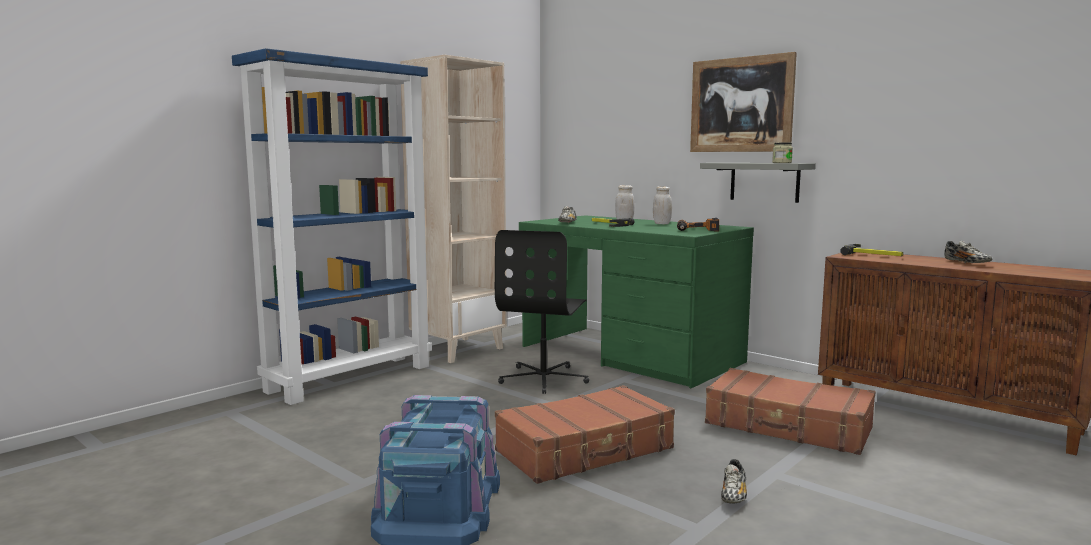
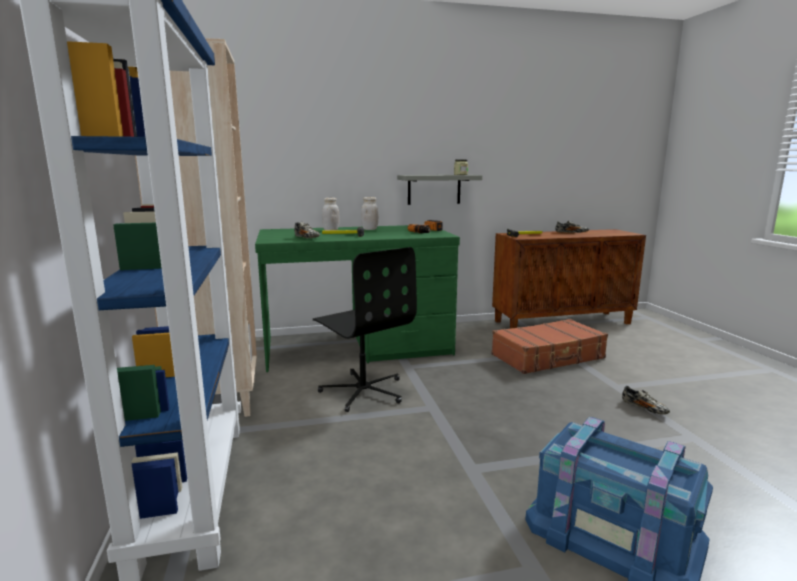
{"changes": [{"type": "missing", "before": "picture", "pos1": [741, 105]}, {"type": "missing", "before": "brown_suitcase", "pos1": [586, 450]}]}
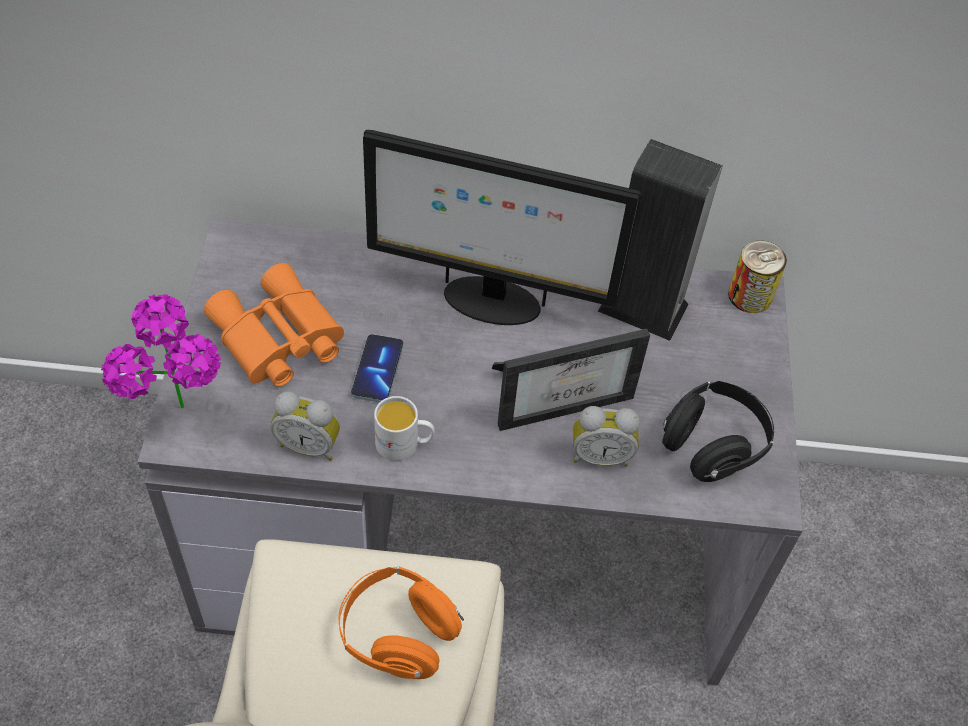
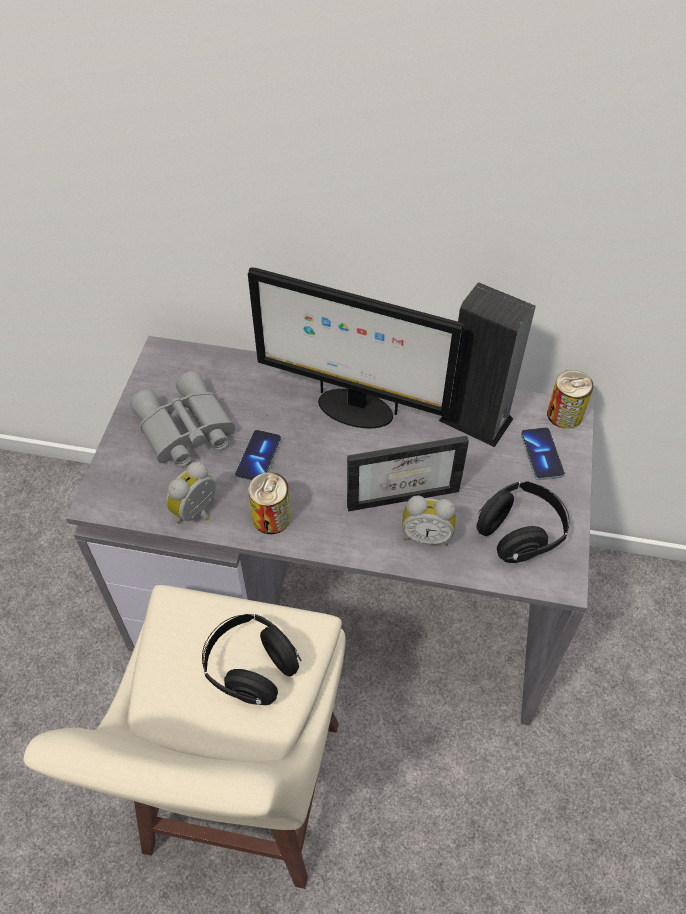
{"changes": [{"type": "colour", "before": "orange_binoculars", "after": "grey_binoculars", "pos1": [276, 340], "pos2": [184, 430]}, {"type": "missing", "before": "potted_plant", "pos1": [182, 424]}, {"type": "spun", "before": "alarm_clock", "pos1": [309, 444], "pos2": [197, 513], "turn": 105}, {"type": "exchanged", "before": "white_mug", "after": "can", "pos1": [404, 444], "pos2": [271, 517]}, {"type": "colour", "before": "orange_headphones", "after": "black_headphones", "pos1": [398, 635], "pos2": [251, 668]}, {"type": "appeared", "after": "phone", "pos2": [541, 455]}]}
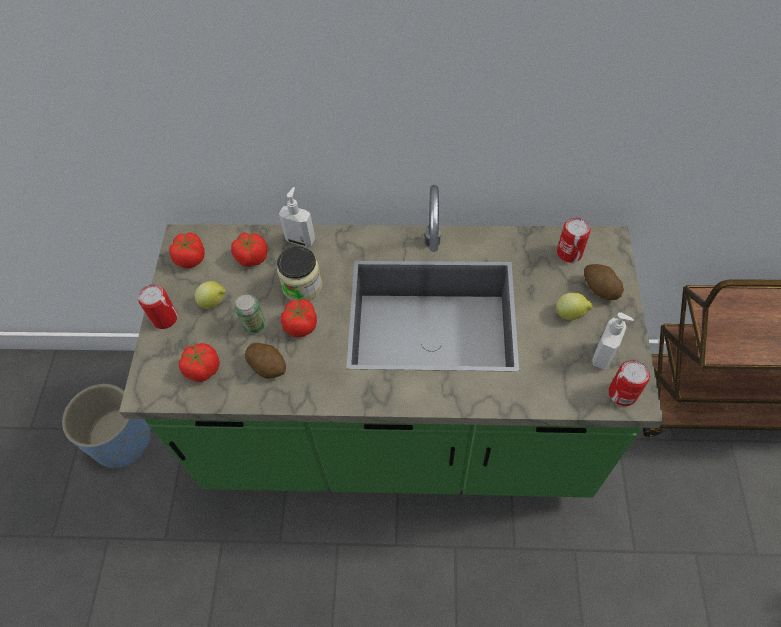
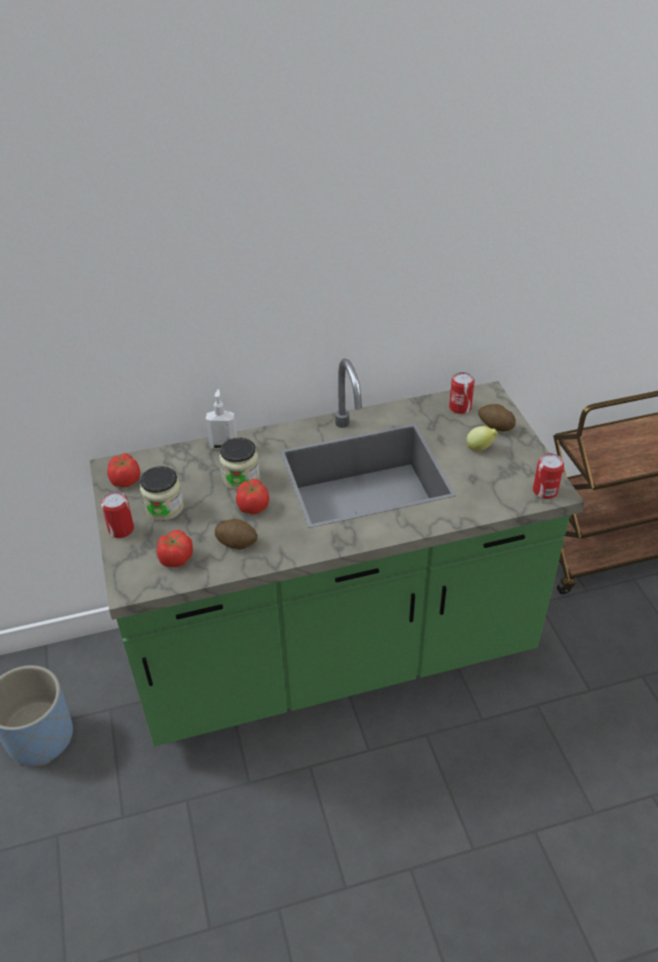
{"changes": [{"type": "missing", "before": "tomato", "pos1": [252, 257]}, {"type": "exchanged", "before": "lemon", "after": "jar", "pos1": [214, 302], "pos2": [164, 507]}, {"type": "missing", "before": "can", "pos1": [254, 325]}, {"type": "missing", "before": "soap_dispenser", "pos1": [604, 356]}]}
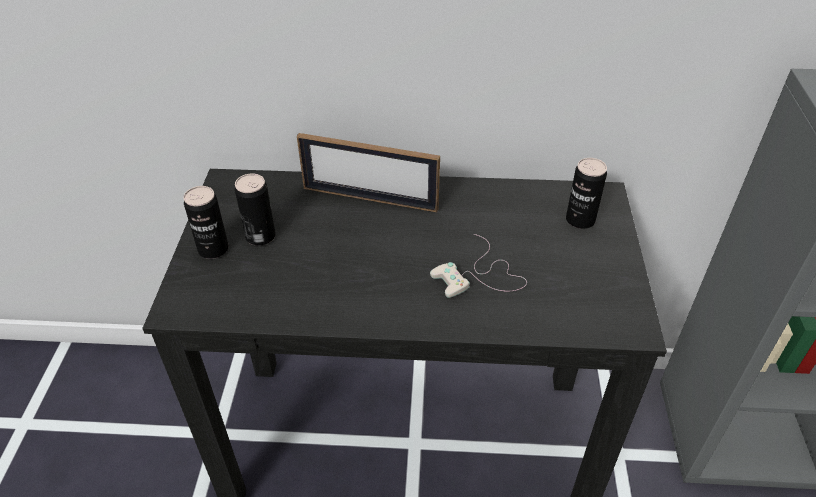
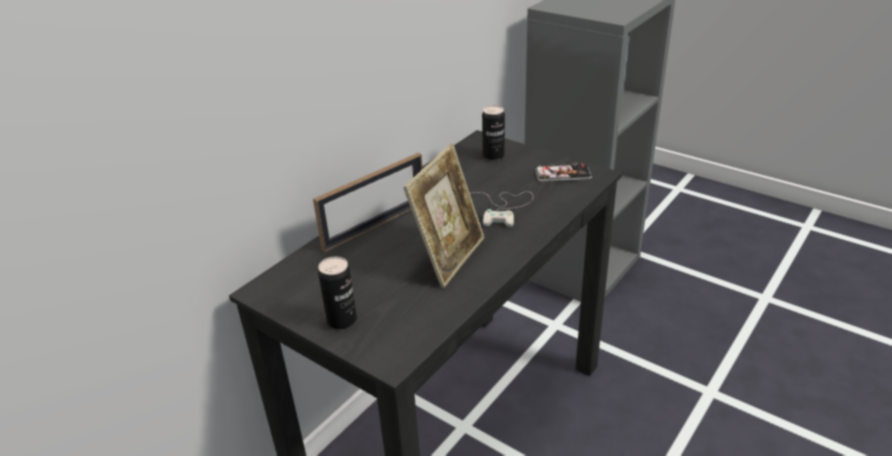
{"changes": [{"type": "missing", "before": "can", "pos1": [260, 236]}, {"type": "appeared", "after": "picture_frame", "pos2": [449, 257]}, {"type": "appeared", "after": "phone", "pos2": [563, 174]}]}
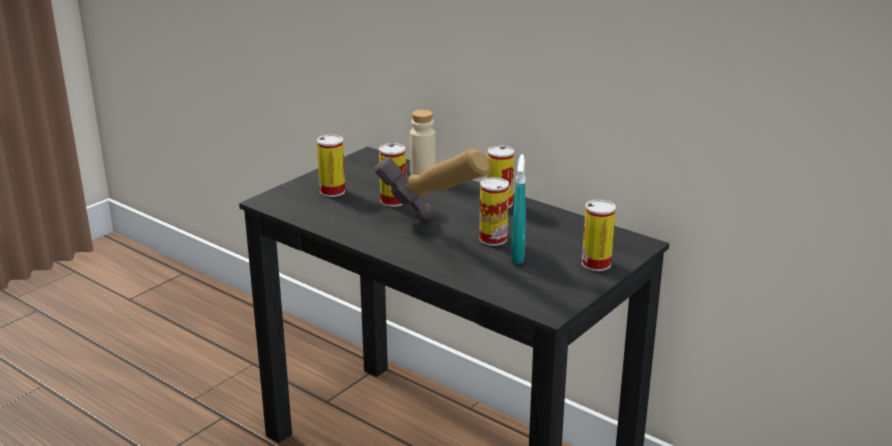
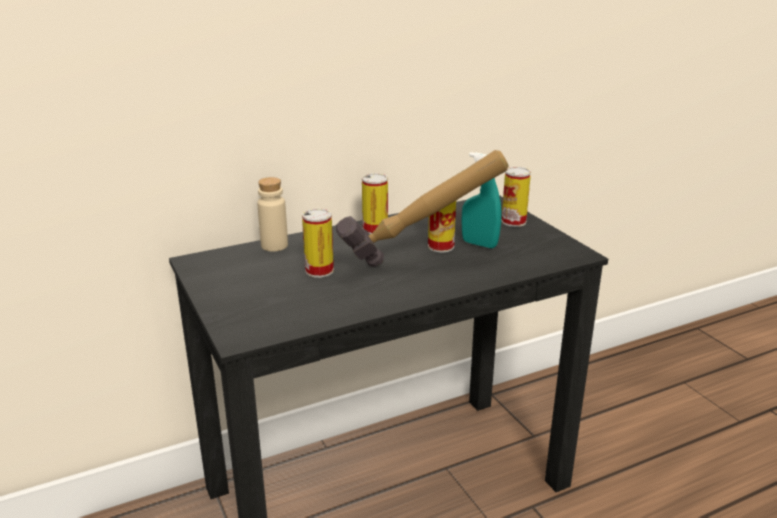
{"changes": [{"type": "missing", "before": "can", "pos1": [332, 191]}]}
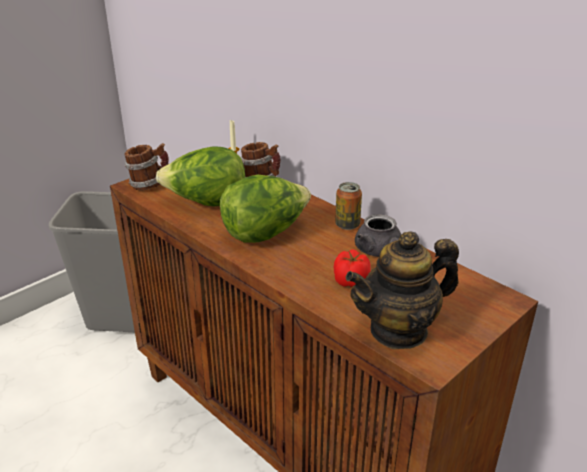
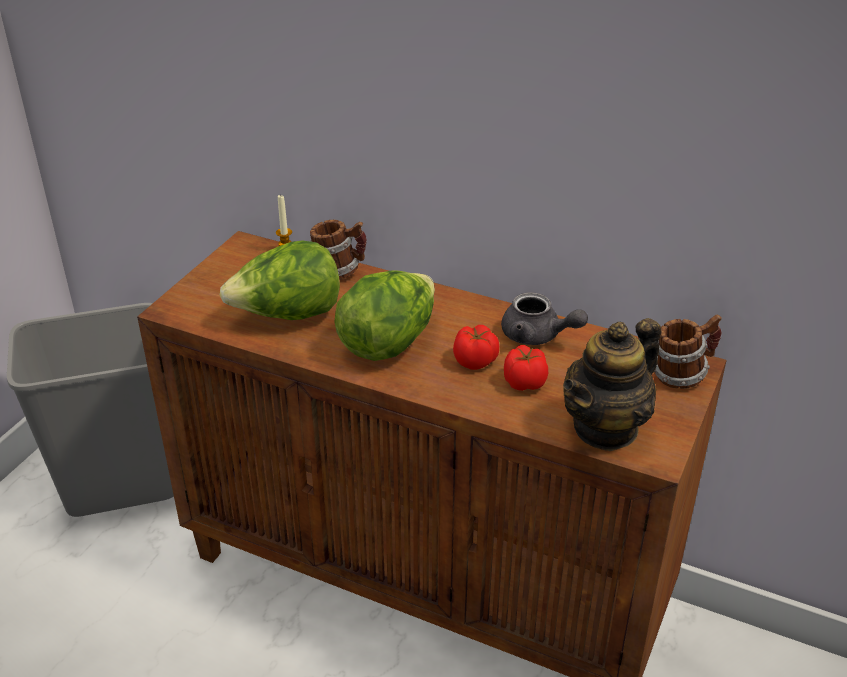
{"changes": [{"type": "relocated", "before": "mug", "pos1": [150, 185], "pos2": [681, 375]}, {"type": "missing", "before": "can", "pos1": [347, 225]}, {"type": "appeared", "after": "tomato", "pos2": [476, 361]}]}
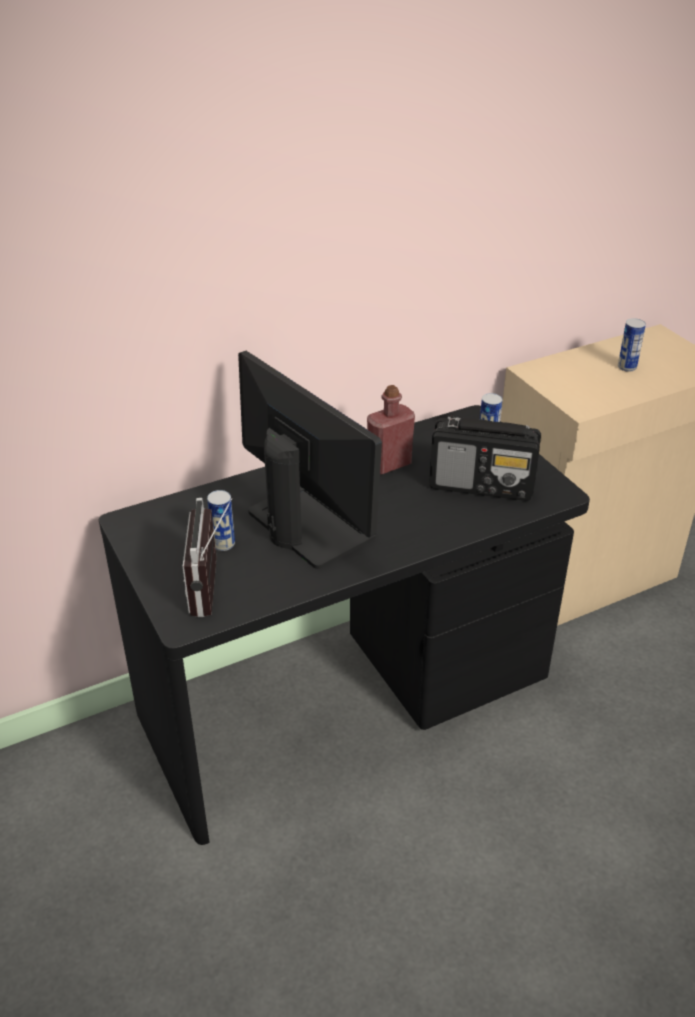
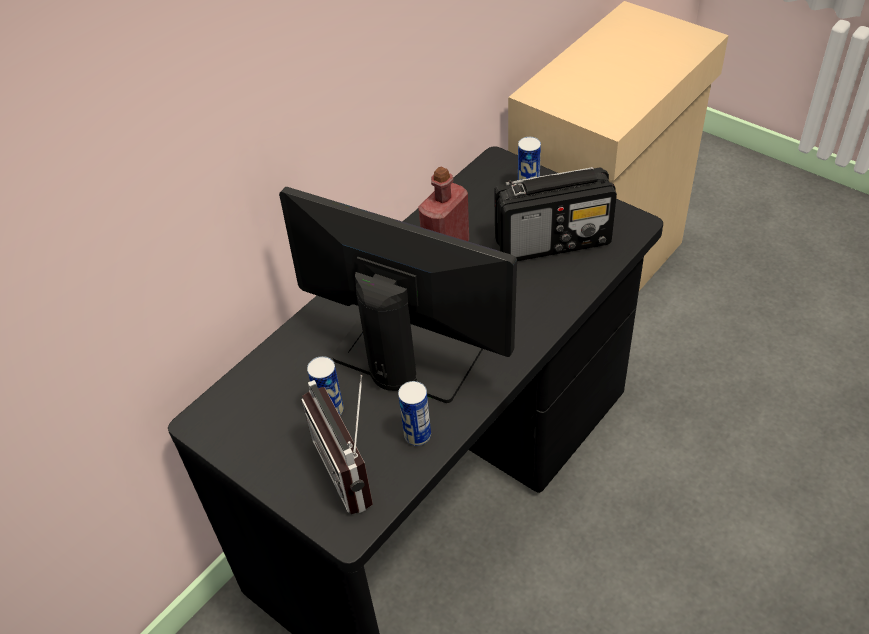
{"changes": [{"type": "relocated", "before": "can", "pos1": [627, 367], "pos2": [417, 435]}]}
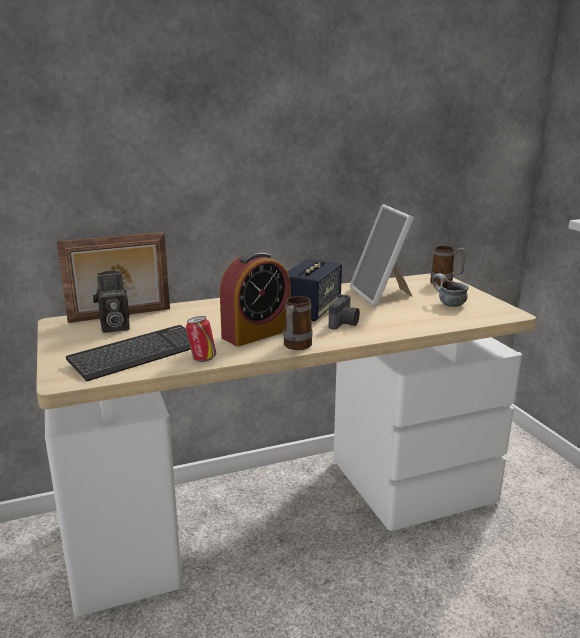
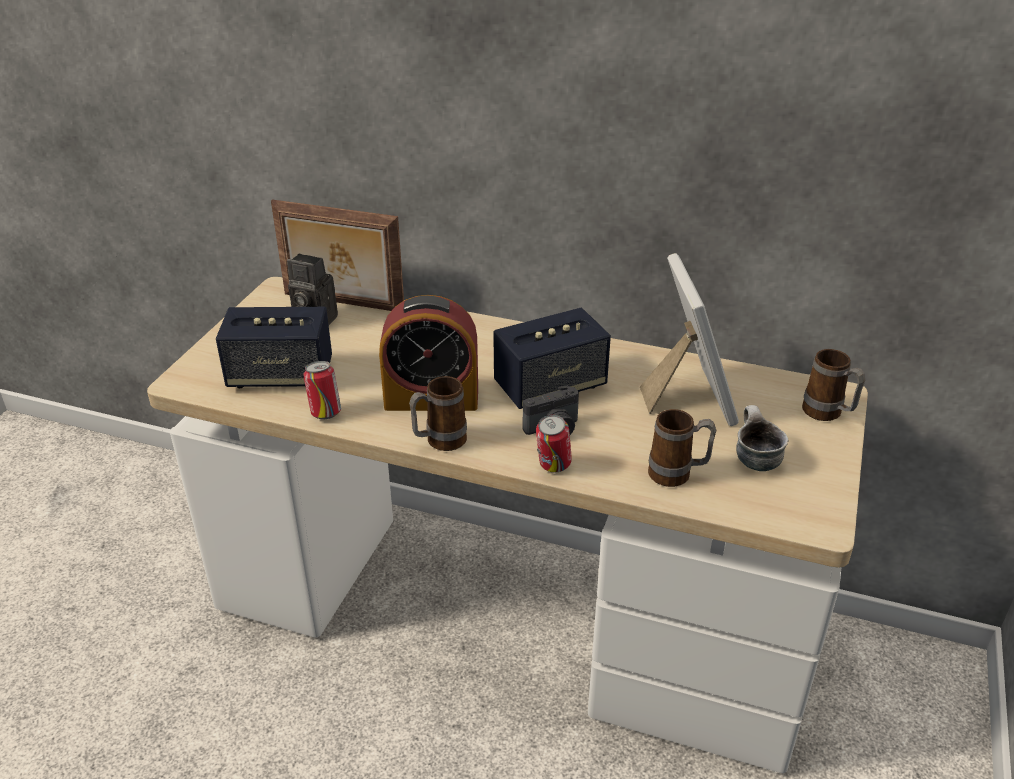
{"changes": [{"type": "spun", "before": "picture_frame", "pos1": [381, 295], "pos2": [687, 397], "turn": 150}, {"type": "exchanged", "before": "keyboard", "after": "speaker", "pos1": [137, 355], "pos2": [280, 375]}, {"type": "appeared", "after": "mug", "pos2": [678, 475]}, {"type": "appeared", "after": "can", "pos2": [553, 467]}]}
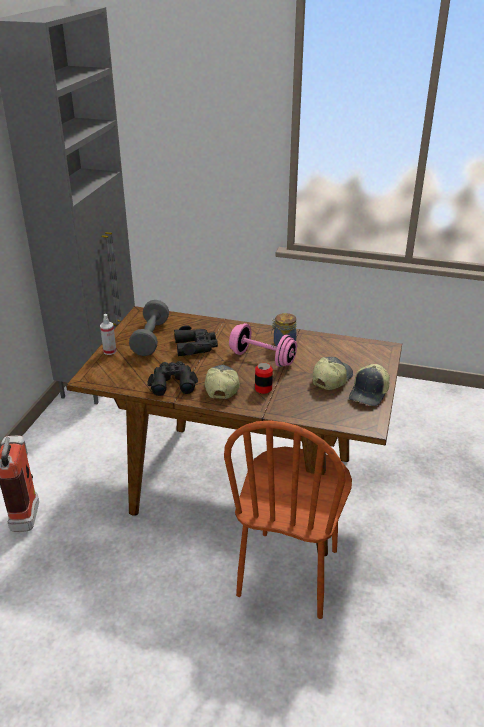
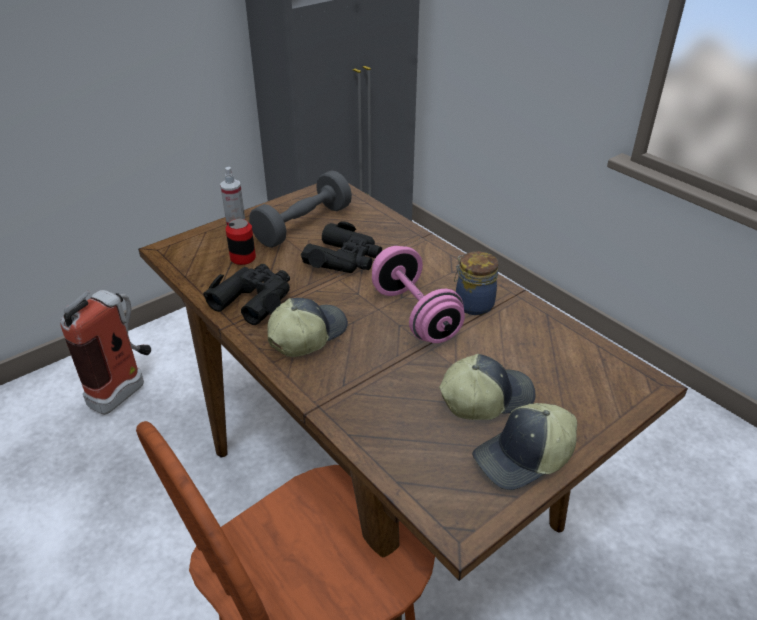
{"changes": [{"type": "relocated", "before": "can", "pos1": [263, 389], "pos2": [243, 258]}]}
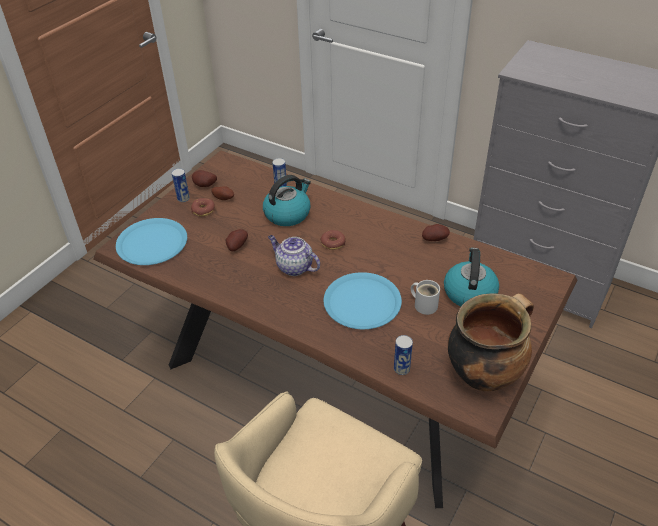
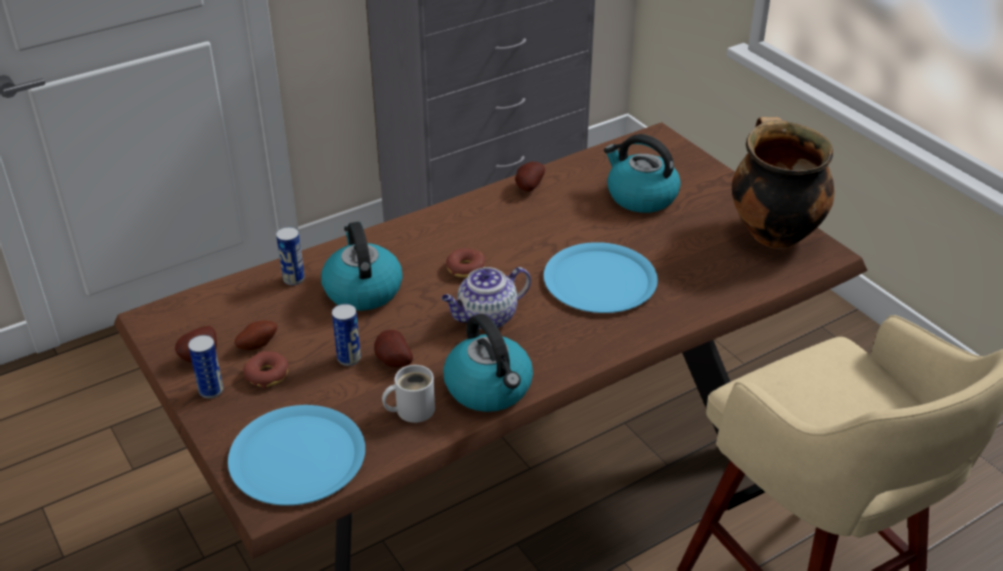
{"changes": [{"type": "relocated", "before": "white_mug", "pos1": [424, 304], "pos2": [411, 409]}, {"type": "relocated", "before": "can", "pos1": [401, 369], "pos2": [349, 358]}, {"type": "appeared", "after": "kettle", "pos2": [489, 388]}]}
